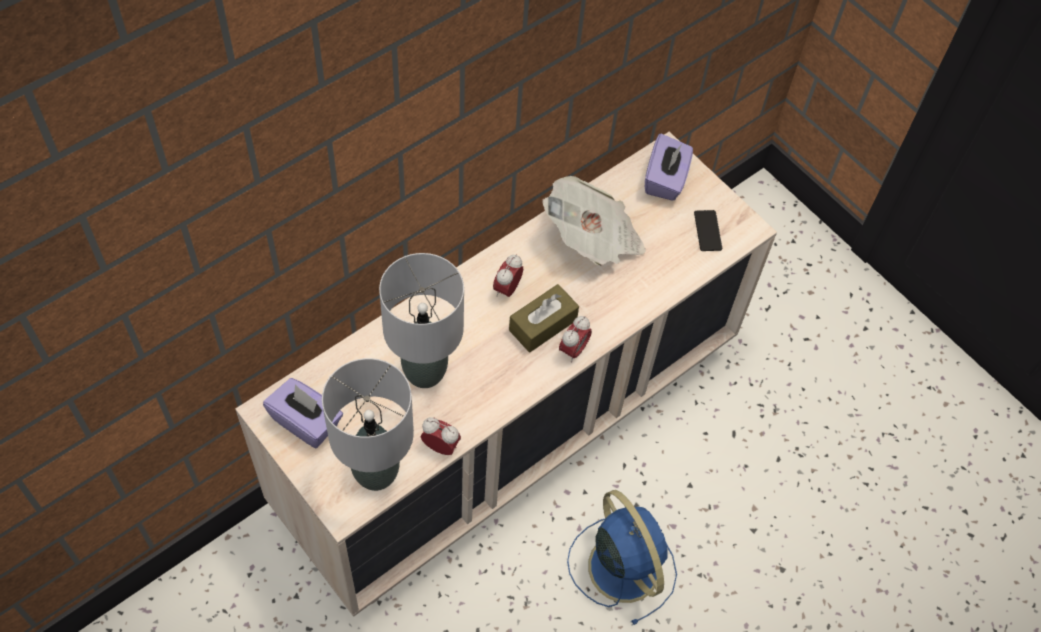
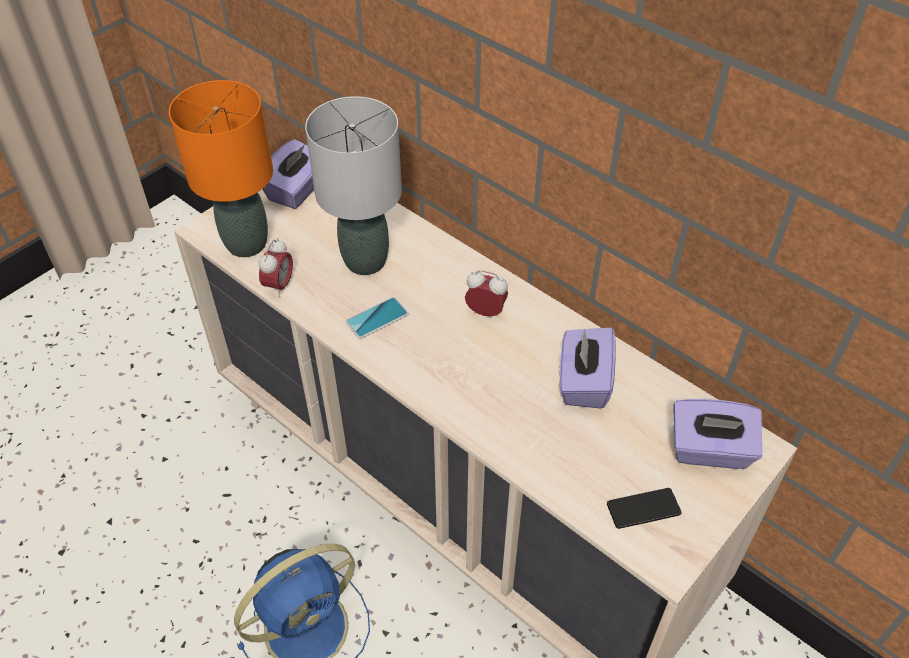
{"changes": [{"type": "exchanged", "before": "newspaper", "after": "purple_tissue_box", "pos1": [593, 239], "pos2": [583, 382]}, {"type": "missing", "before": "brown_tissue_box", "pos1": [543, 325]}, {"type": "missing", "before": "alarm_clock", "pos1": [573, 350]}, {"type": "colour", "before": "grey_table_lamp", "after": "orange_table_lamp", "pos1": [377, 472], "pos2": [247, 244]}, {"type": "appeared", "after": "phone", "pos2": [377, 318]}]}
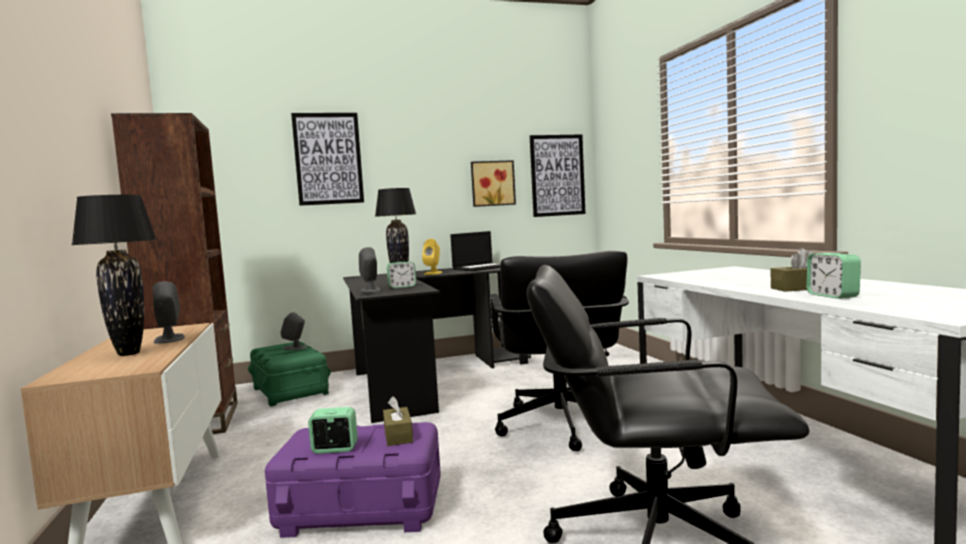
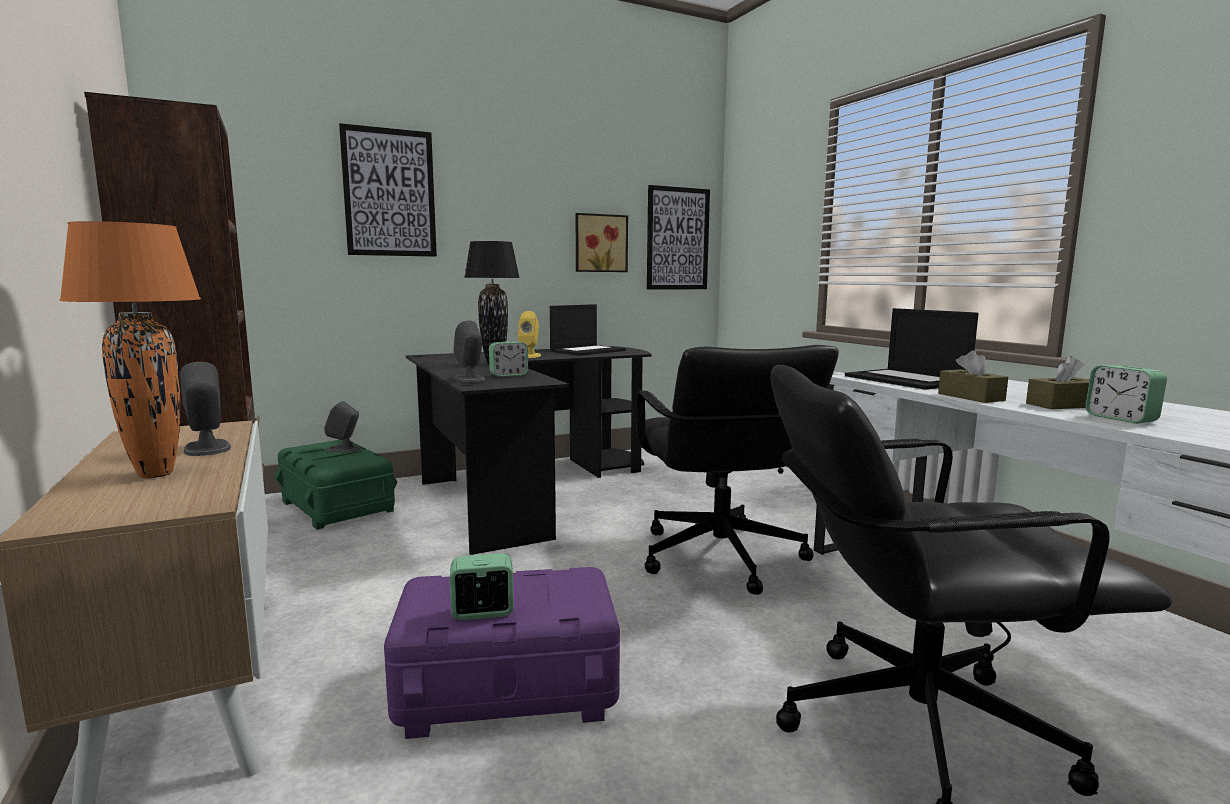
{"changes": [{"type": "colour", "before": "black_table_lamp", "after": "orange_table_lamp", "pos1": [129, 353], "pos2": [156, 474]}, {"type": "relocated", "before": "brown_tissue_box", "pos1": [398, 435], "pos2": [970, 397]}, {"type": "appeared", "after": "laptop", "pos2": [908, 380]}]}
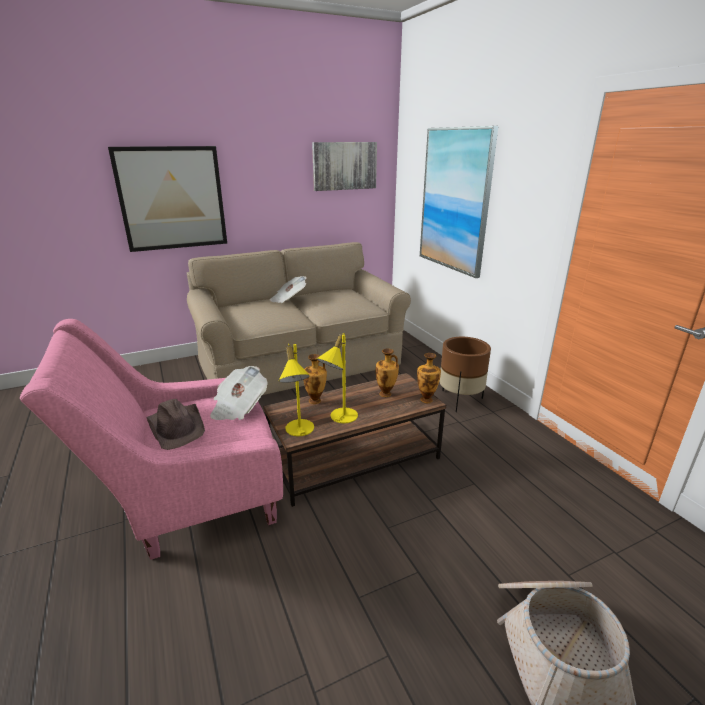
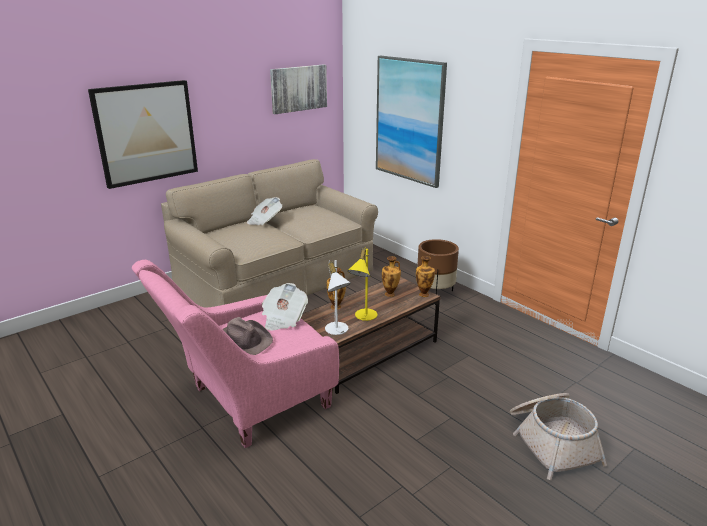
{"changes": [{"type": "colour", "before": "yellow_table_lamp", "after": "white_table_lamp", "pos1": [299, 431], "pos2": [337, 331]}]}
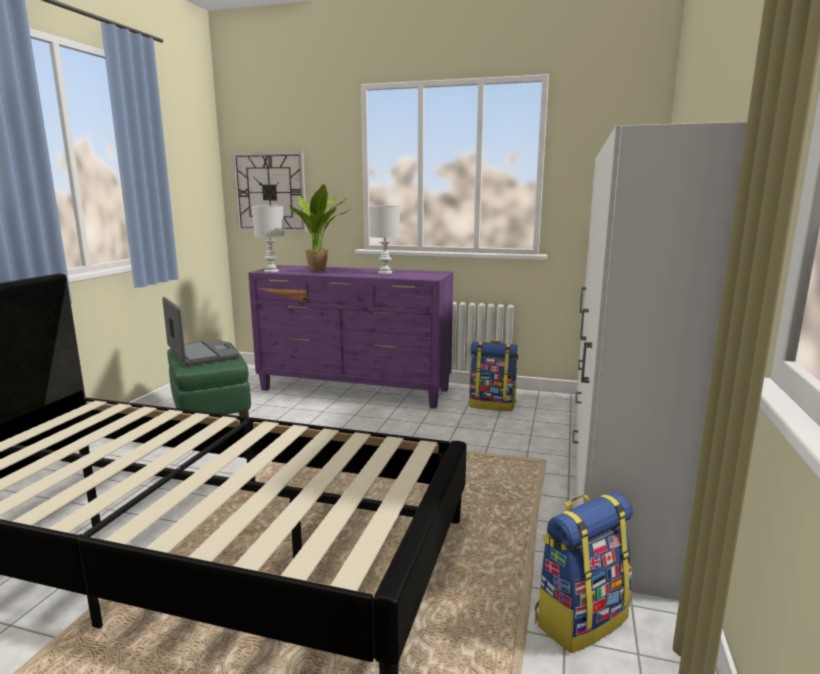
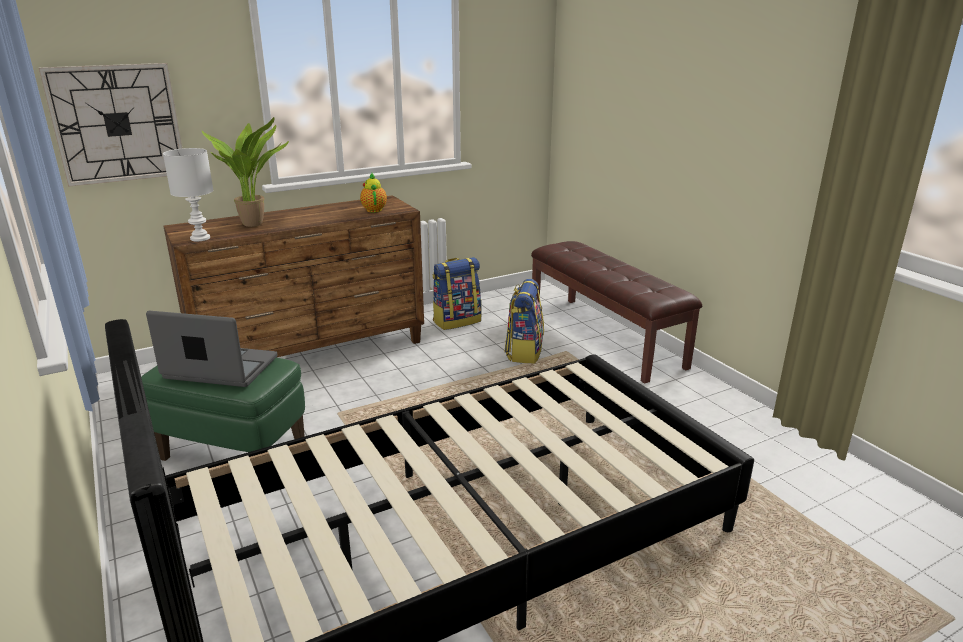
{"changes": [{"type": "exchanged", "before": "white_wardrobe", "after": "brown_bench", "pos1": [612, 464], "pos2": [605, 336]}, {"type": "missing", "before": "white_table_lamp", "pos1": [384, 273]}, {"type": "colour", "before": "purple_dresser", "after": "brown_dresser", "pos1": [355, 390], "pos2": [312, 354]}, {"type": "relocated", "before": "backpack", "pos1": [580, 618], "pos2": [524, 352]}, {"type": "appeared", "after": "teapot", "pos2": [374, 209]}]}
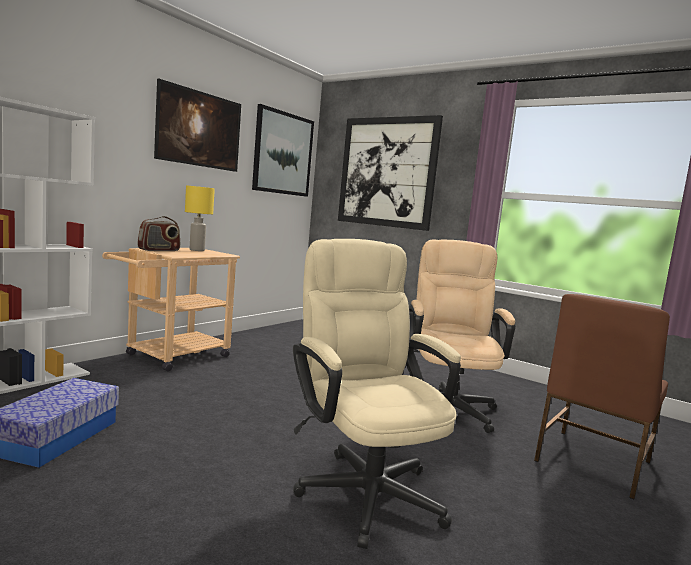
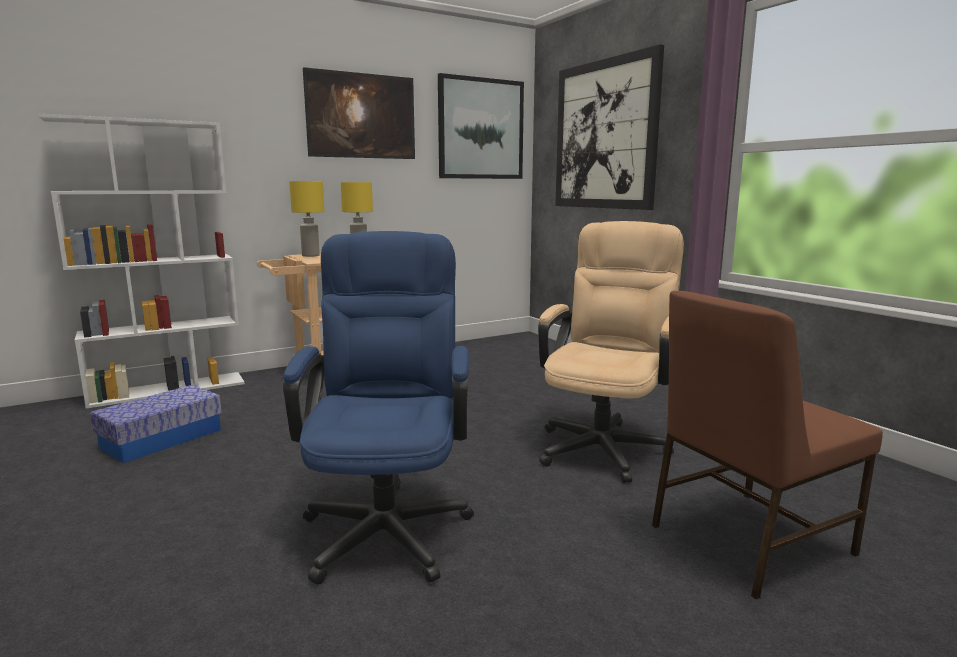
{"changes": [{"type": "exchanged", "before": "radio", "after": "yellow_table_lamp", "pos1": [159, 250], "pos2": [311, 255]}, {"type": "colour", "before": "beige_office_chair", "after": "blue_office_chair", "pos1": [363, 486], "pos2": [389, 522]}]}
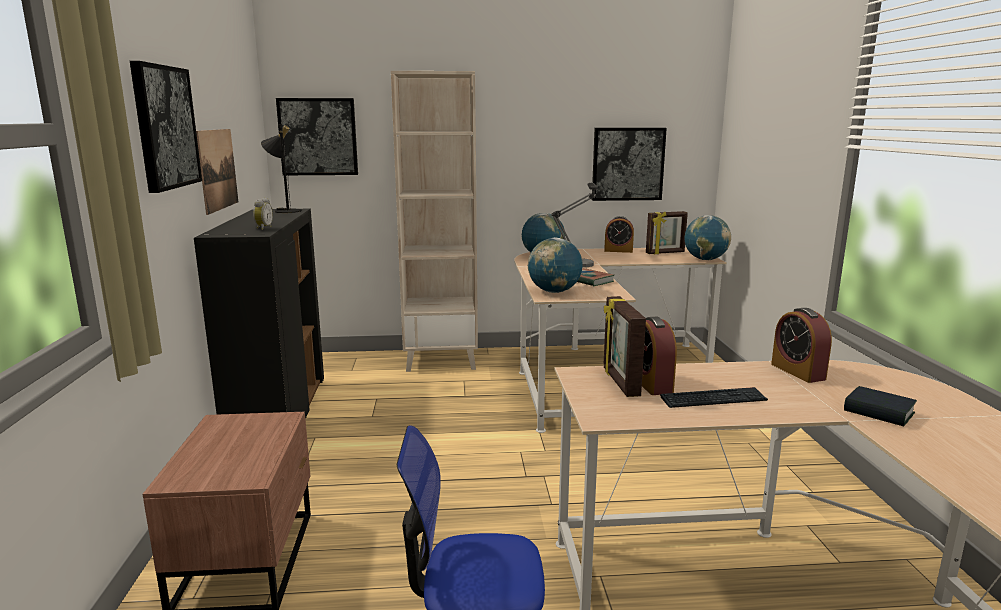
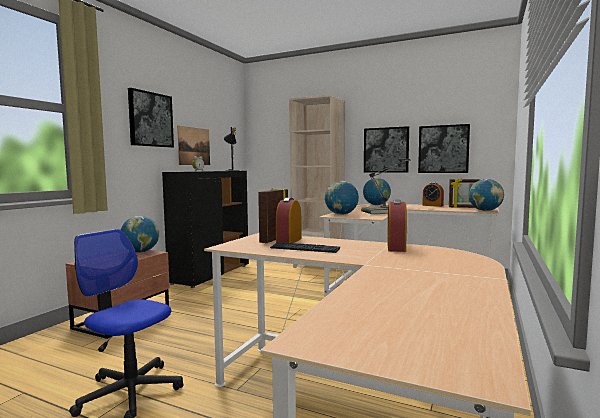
{"changes": [{"type": "relocated", "before": "picture", "pos1": [318, 137], "pos2": [386, 150]}, {"type": "missing", "before": "book", "pos1": [878, 412]}, {"type": "appeared", "after": "globe", "pos2": [140, 252]}]}
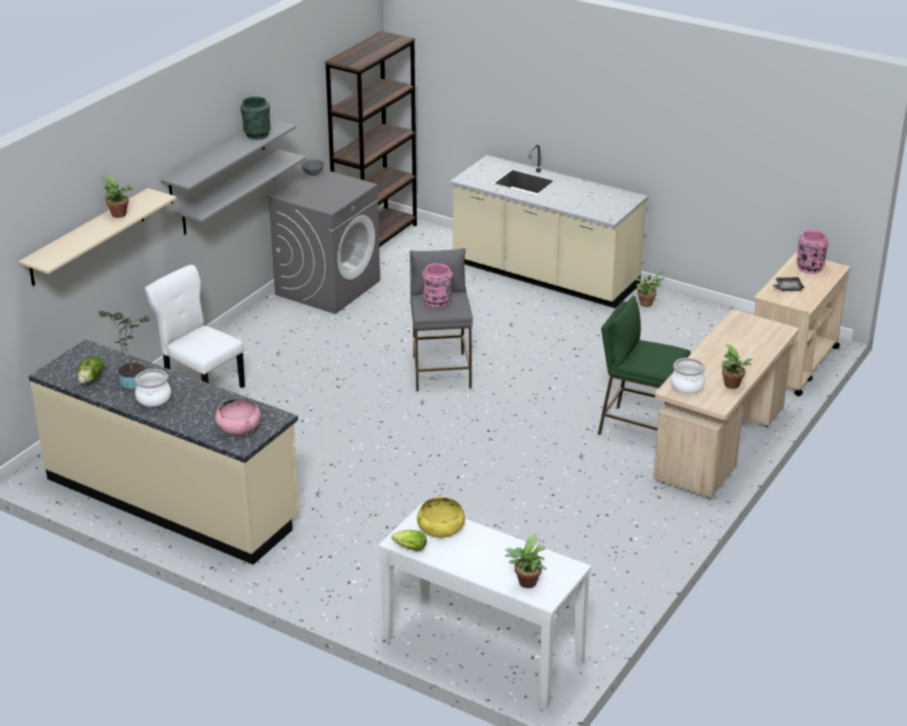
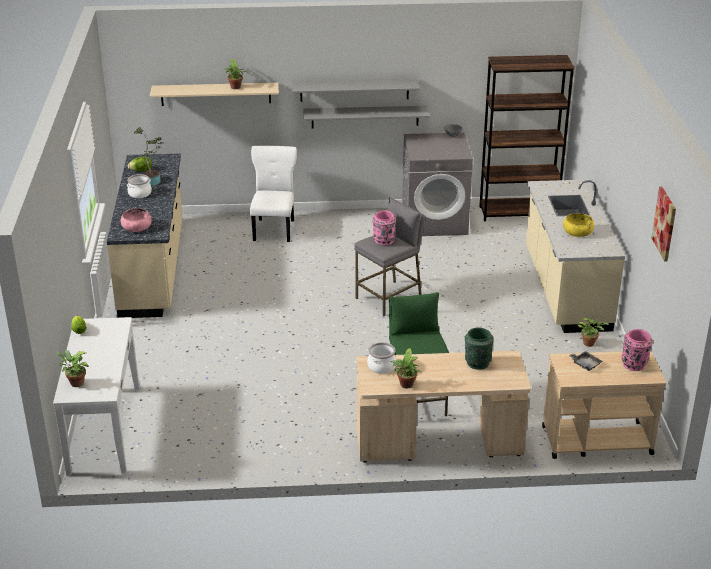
{"changes": [{"type": "relocated", "before": "green_vase", "pos1": [256, 135], "pos2": [477, 362]}, {"type": "relocated", "before": "yellow_bowl", "pos1": [441, 528], "pos2": [577, 232]}, {"type": "appeared", "after": "picture", "pos2": [664, 223]}]}
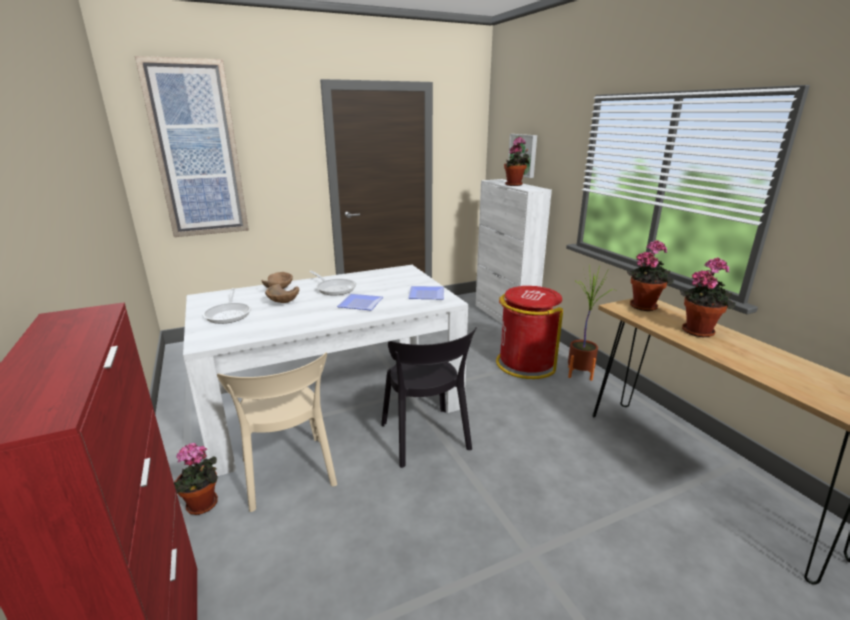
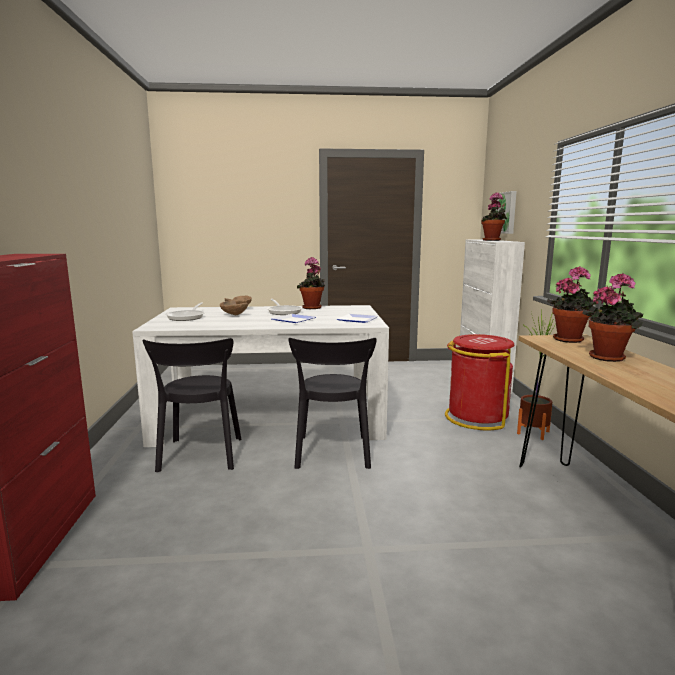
{"changes": [{"type": "missing", "before": "picture", "pos1": [197, 151]}, {"type": "colour", "before": "beige_chair", "after": "black_chair", "pos1": [289, 475], "pos2": [200, 456]}, {"type": "relocated", "before": "potted_plant", "pos1": [203, 506], "pos2": [312, 308]}]}
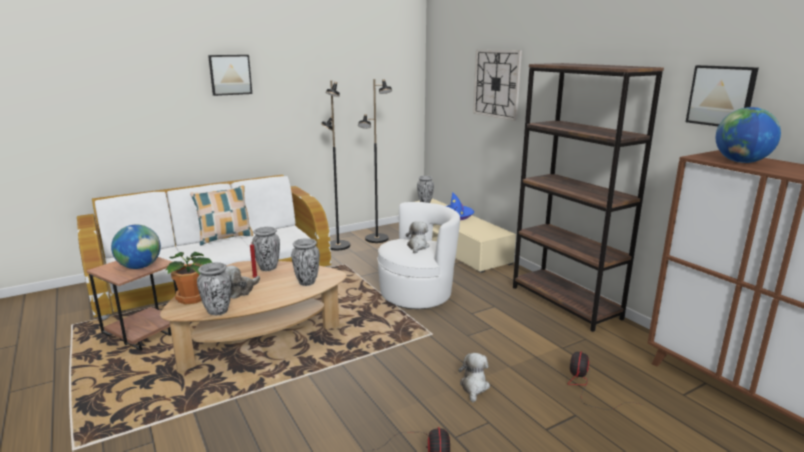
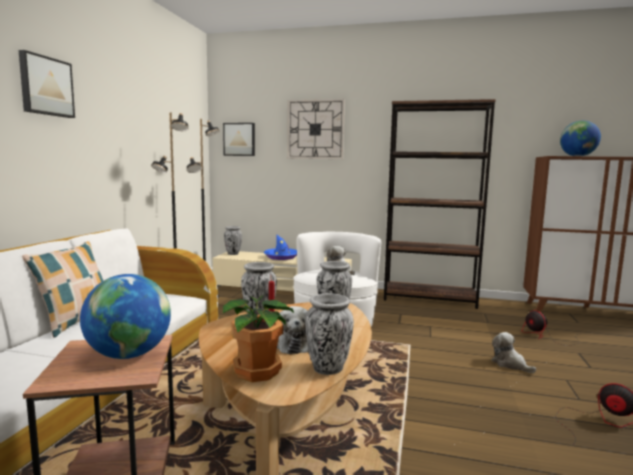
{"changes": [{"type": "relocated", "before": "picture", "pos1": [721, 96], "pos2": [239, 139]}]}
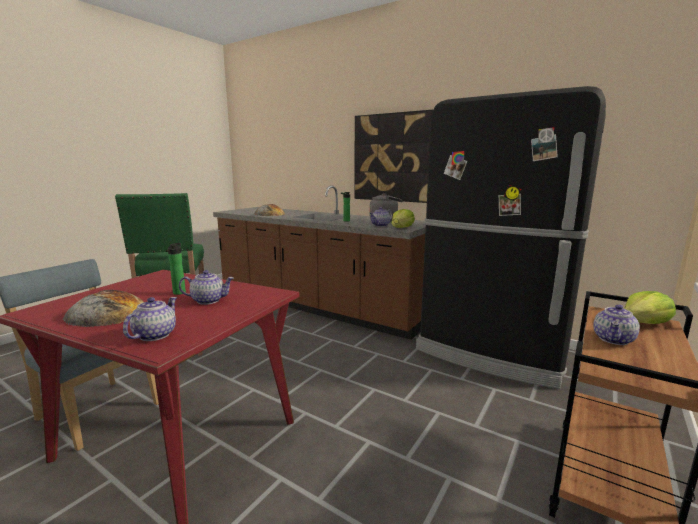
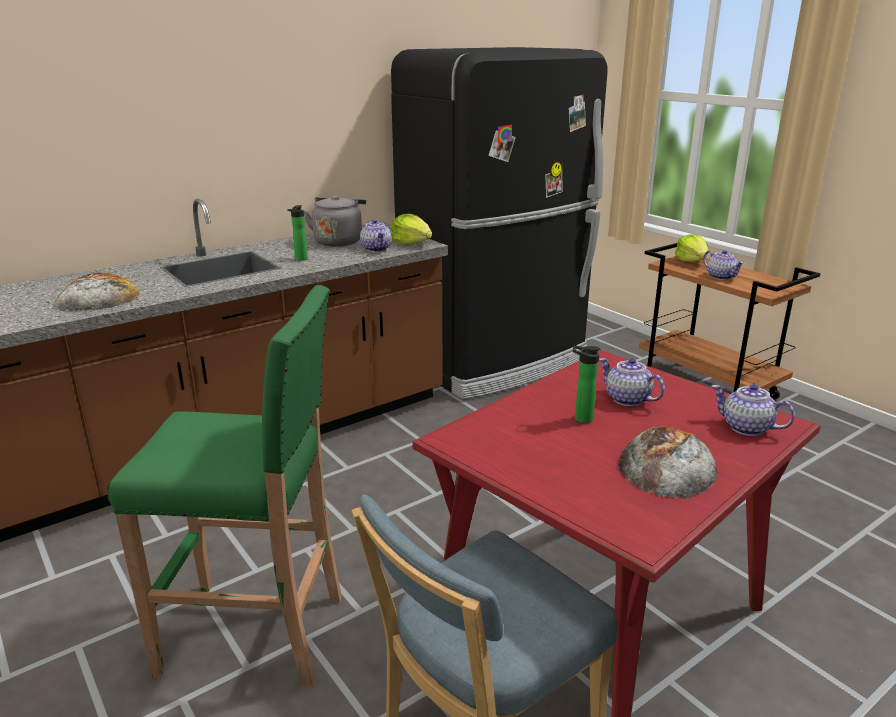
{"changes": [{"type": "missing", "before": "picture", "pos1": [392, 158]}, {"type": "spun", "before": "teapot", "pos1": [208, 300], "pos2": [626, 399], "turn": -60}]}
